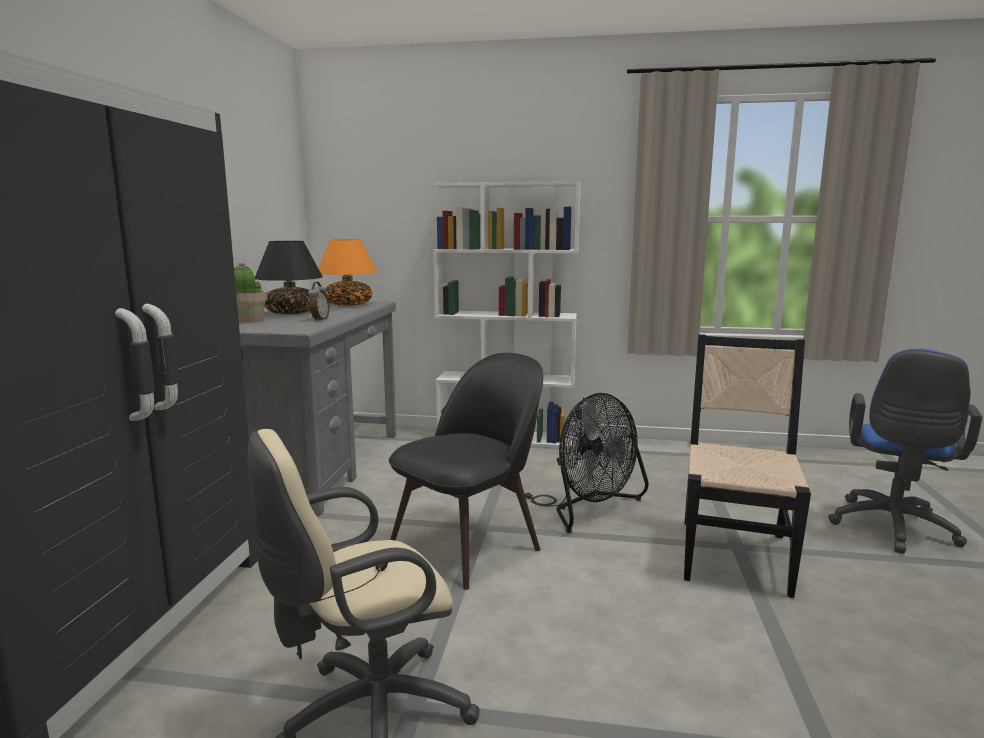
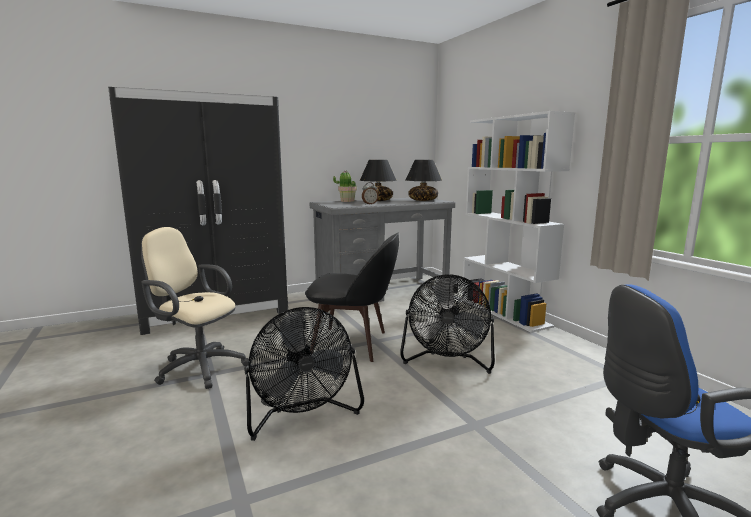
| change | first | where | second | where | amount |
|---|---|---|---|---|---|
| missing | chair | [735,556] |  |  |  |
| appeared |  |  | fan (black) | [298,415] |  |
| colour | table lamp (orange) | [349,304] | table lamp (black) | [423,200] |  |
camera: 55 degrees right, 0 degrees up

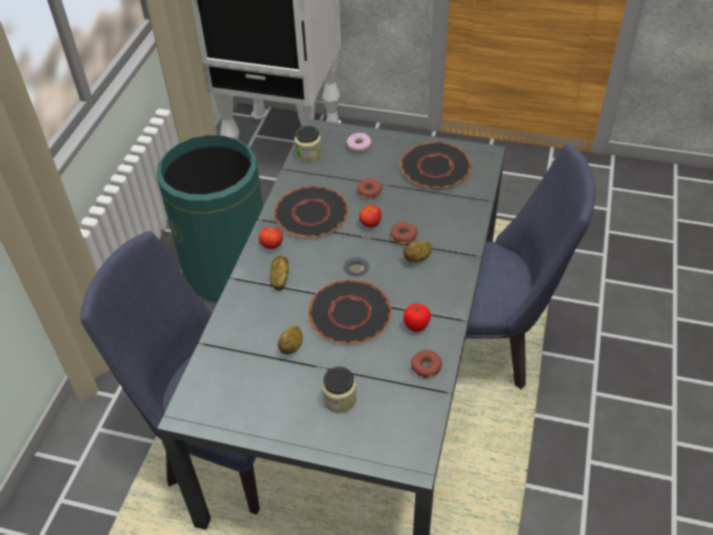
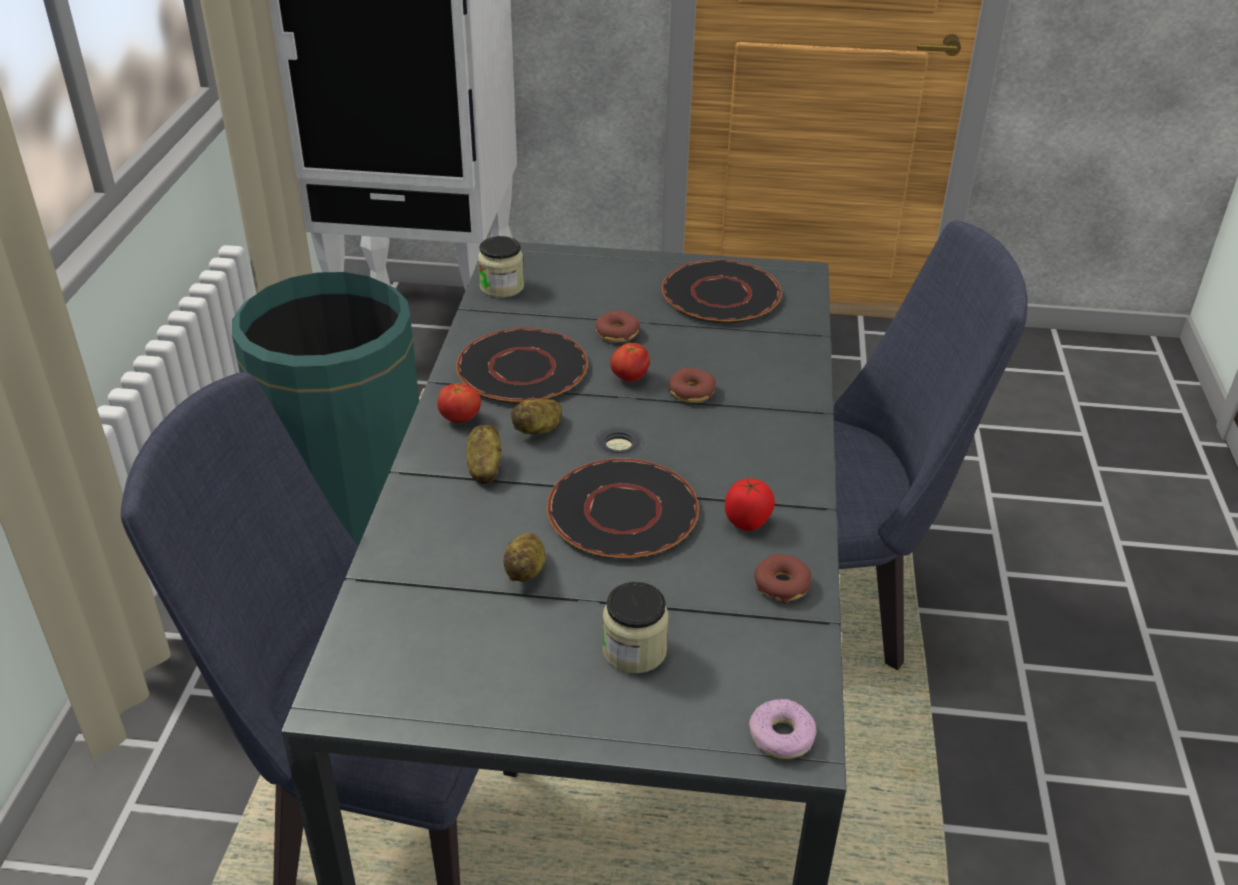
| change | first | where | second | where | amount |
|---|---|---|---|---|---|
| relocated | donut | [359,146] |  | [781,736] |  |
| relocated | potato | [418,258] |  | [538,429] |  |
camera: 10 degrees left, 10 degrees down

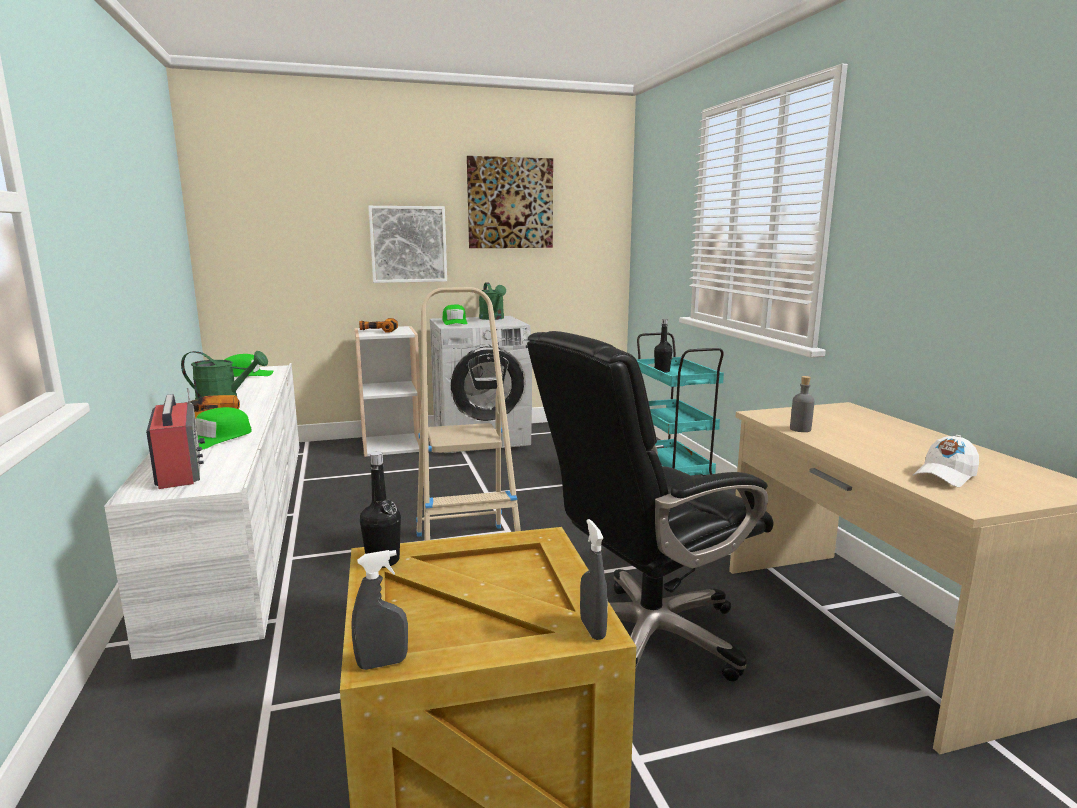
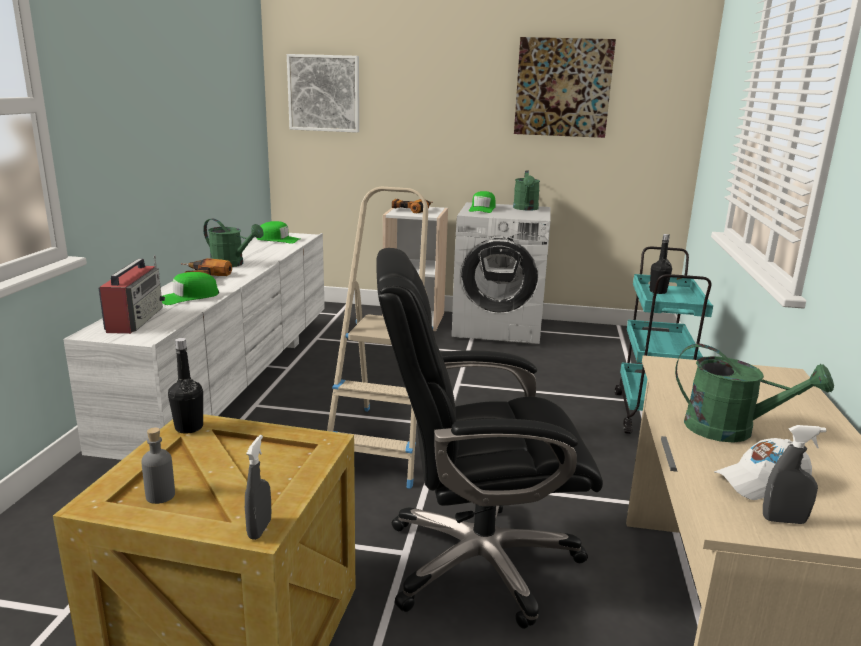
| change | first | where | second | where | amount |
|---|---|---|---|---|---|
| appeared |  |  | watering can (green) | [732,430] |  |
| relocated | spray bottle (grey) | [382,663] |  | [784,520] |  |
| relocated | picture | [408,244] |  | [324,93] |  |
| relocated | bottle (grey) | [800,429] |  | [160,495] |  |
camera: 25 degrees right, 5 degrees up

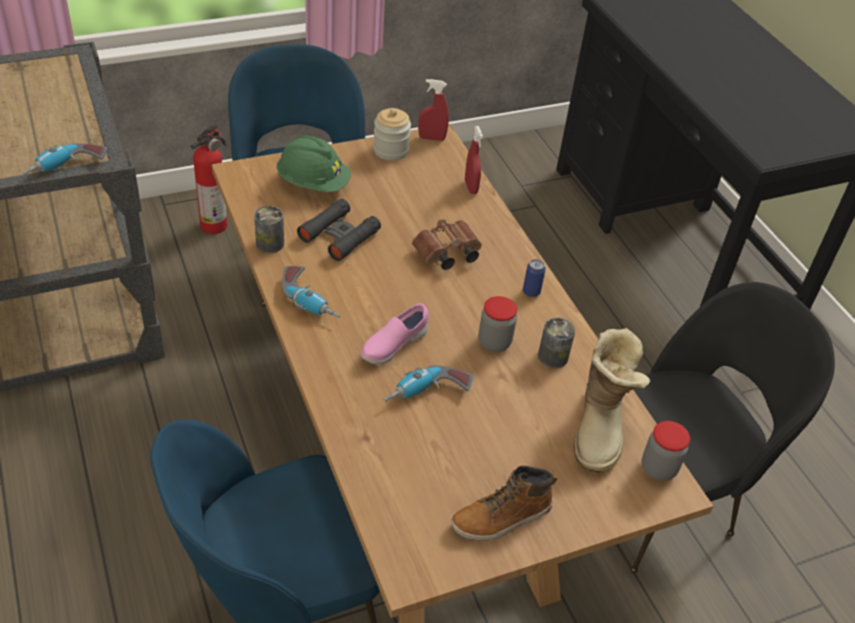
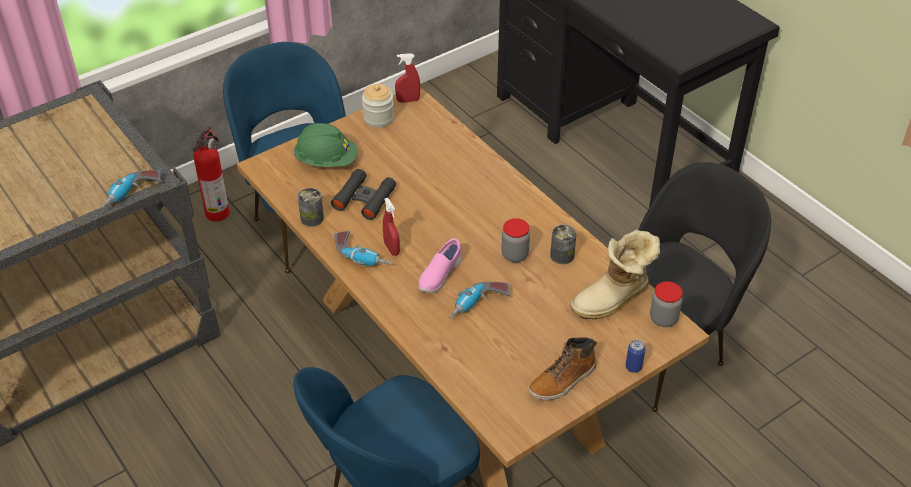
| change | first | where | second | where | amount |
|---|---|---|---|---|---|
| missing | binoculars (brown) | [446,255] |  |  |  |
| relocated | spray bottle (red) | [471,187] |  | [391,249] |  |
| relocated | can | [531,292] |  | [633,367] |  |
| spun | boot | [601,427] |  | [614,299] | 60 degrees clockwise |
camera: 10 degrees left, 0 degrees up

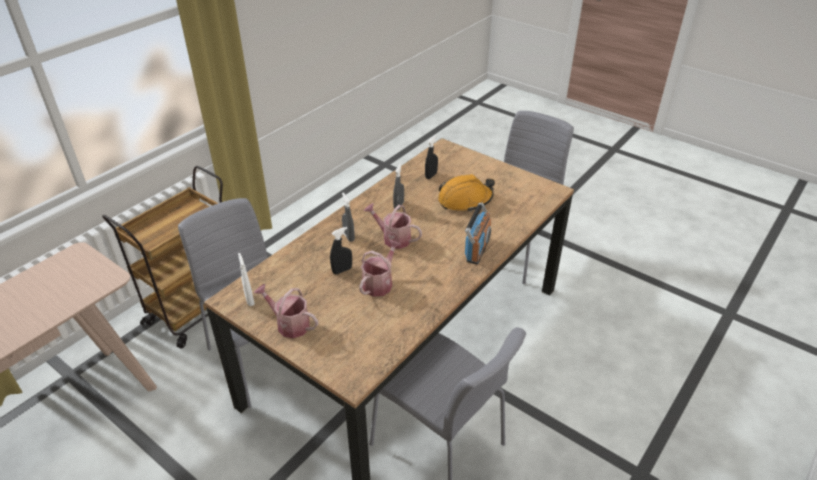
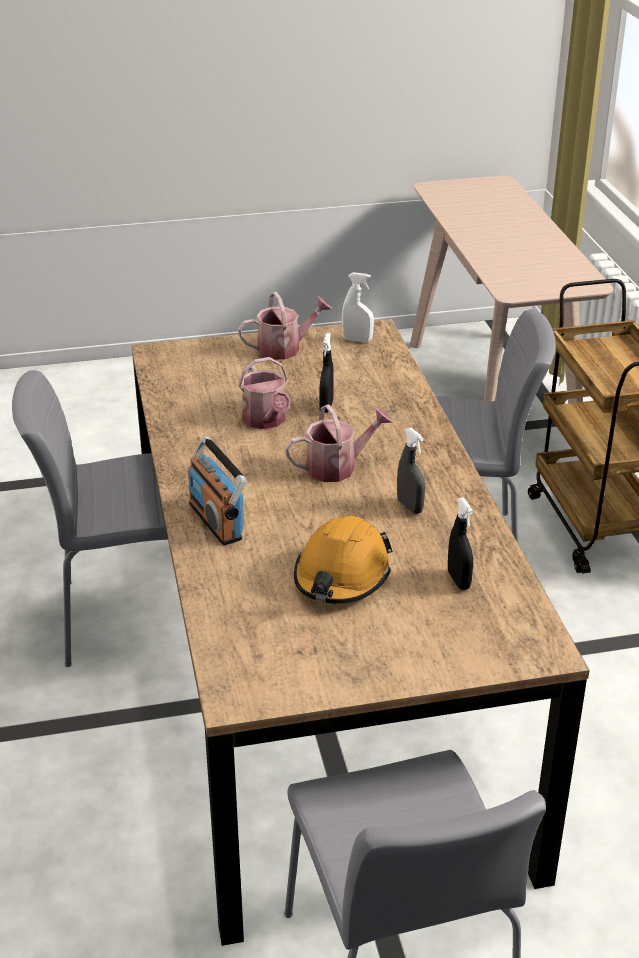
| change | first | where | second | where | amount |
|---|---|---|---|---|---|
| missing | spray bottle (grey) | [348,236] |  |  |  |
camera: 130 degrees right, 5 degrees down

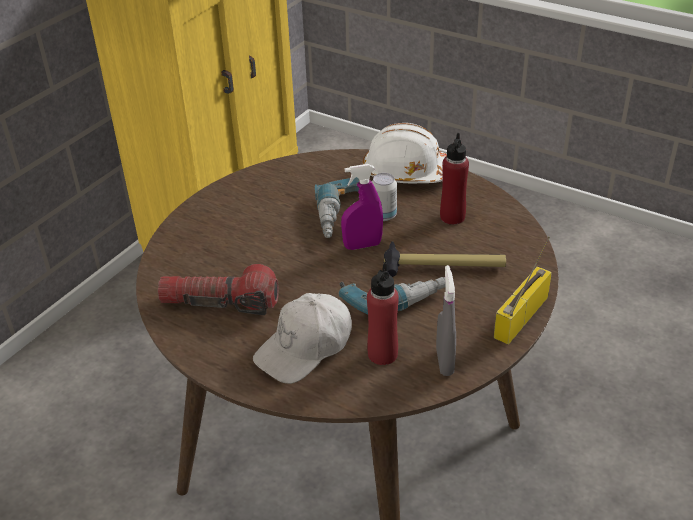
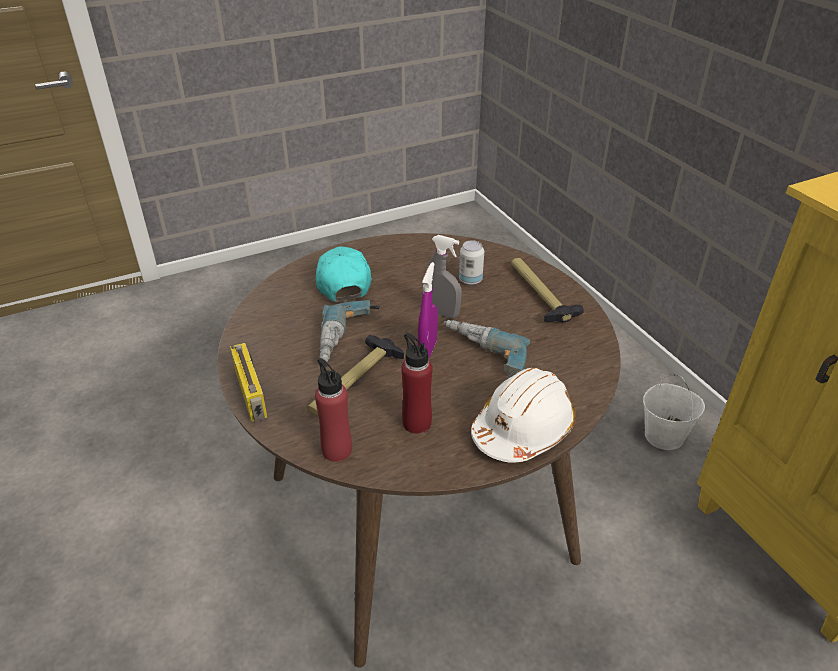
| change | first | where | second | where | amount |
|---|---|---|---|---|---|
| missing | flashlight | [220,303] |  |  |  |
| appeared |  |  | hammer | [538,294] |  |
| appeared |  |  | bucket (white) | [664,436] |  |
| relocated | bottle (red) | [382,354] |  | [336,450] |  |
| relocated | can | [383,215] |  | [470,280] |  |
| relocated | spray bottle (grey) | [444,362] |  | [442,313] |  |
| colour | cap (white) | [305,347] | cap (turquoise) | [342,282] |  |
camera: 120 degrees right, 0 degrees up

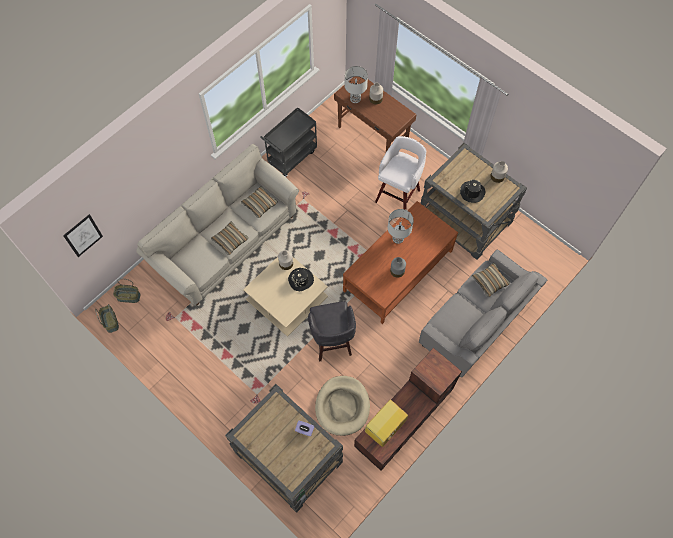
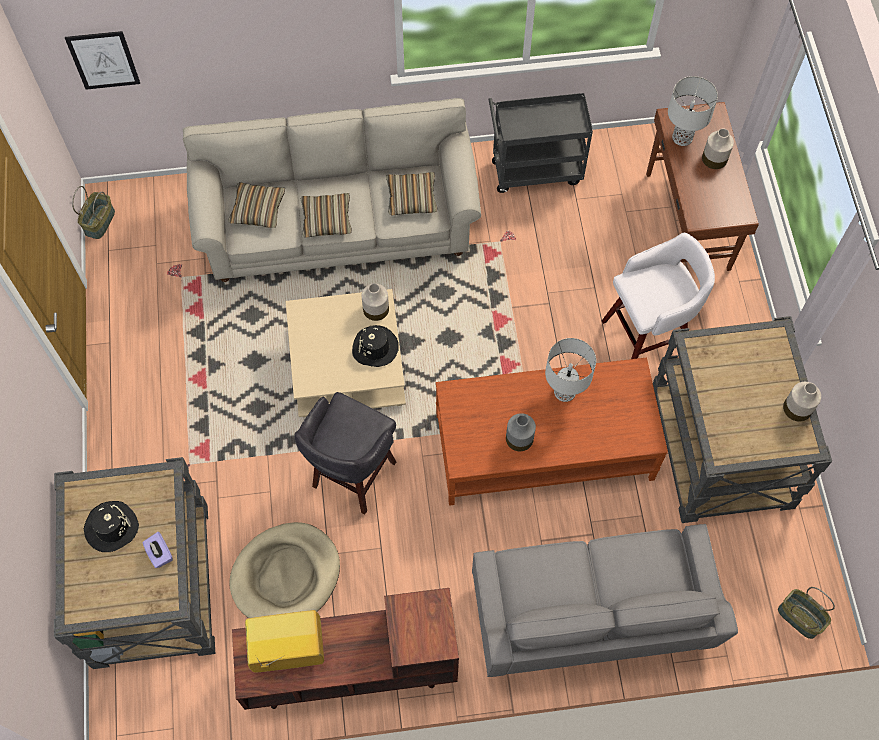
| change | first | where | second | where | amount |
|---|---|---|---|---|---|
| relocated | basket | [128,297] |  | [799,618] |  |
| relocated | hat (black) | [472,192] |  | [111,527] |  |
| relocated | pillow | [490,281] |  | [257,210] |  |
camera: 40 degrees right, 0 degrees up

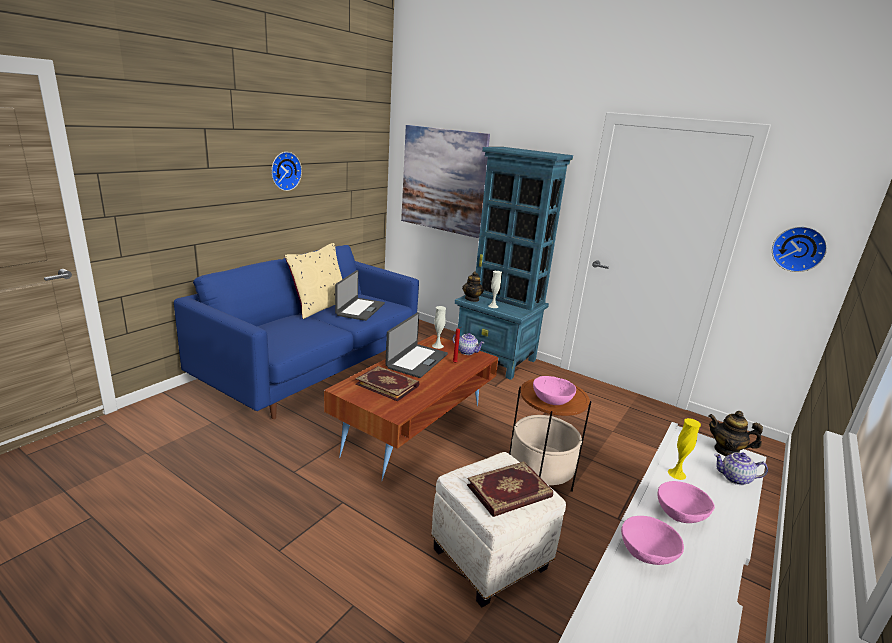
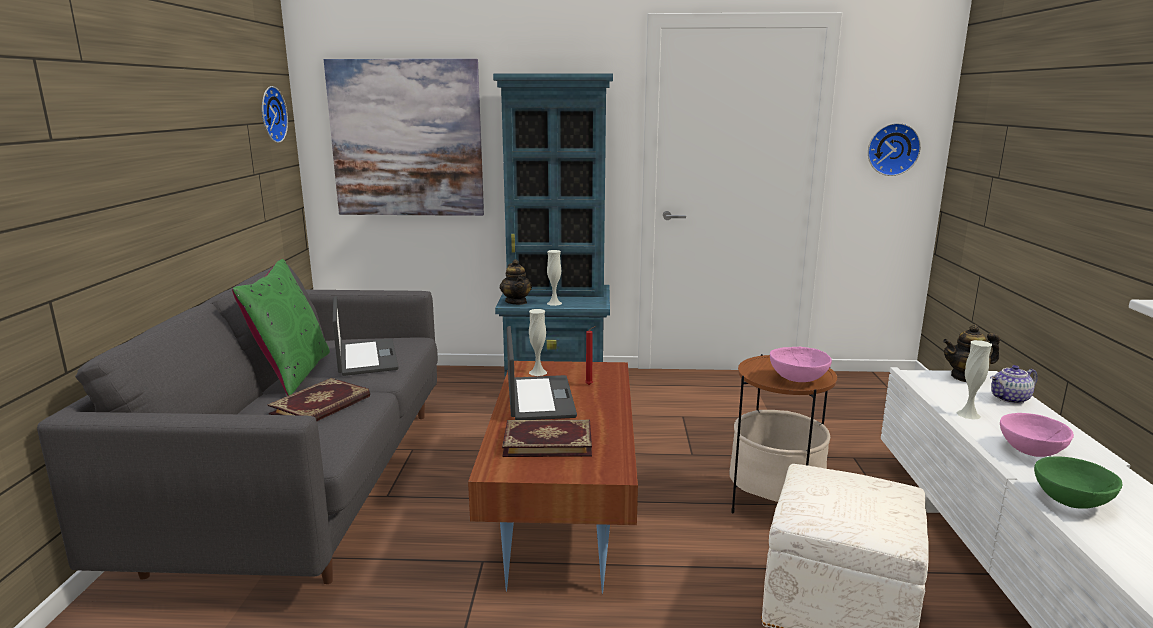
| change | first | where | second | where | amount |
|---|---|---|---|---|---|
| missing | teapot | [467,352] |  |  |  |
| relocated | wall clock | [284,171] |  | [270,114] |  |
| relocated | book | [510,492] |  | [322,405] |  |
| colour | sofa (blue) | [312,366] | sofa (grey) | [305,480] |  |
| colour | pillow (beige) | [319,307] | pillow (green) | [292,373] |  |
| colour | bowl (pink) | [647,554] | bowl (green) | [1071,501] |  |
| colour | vase (yellow) | [676,474] | vase (white) | [968,414] |  |
camera: 30 degrees left, 5 degrees down

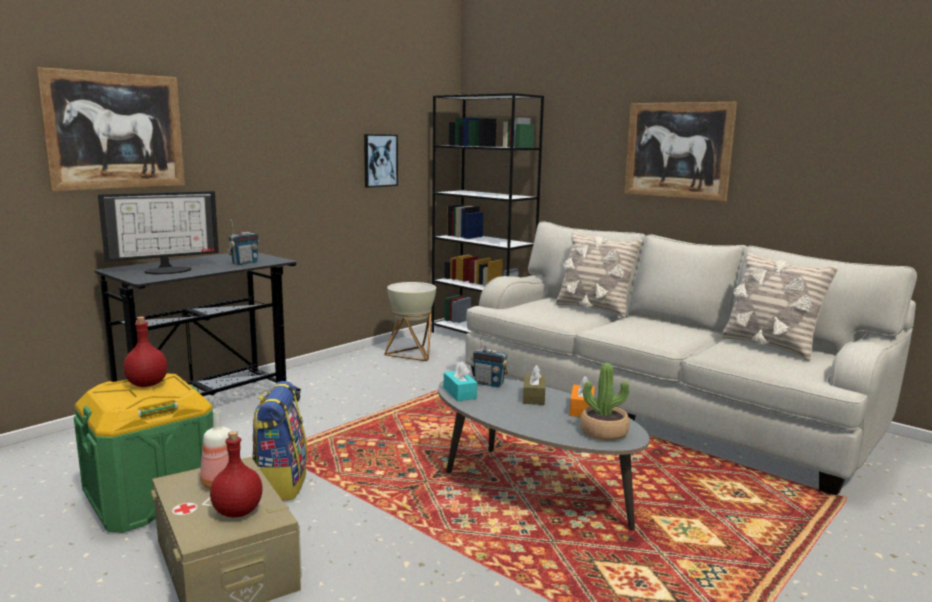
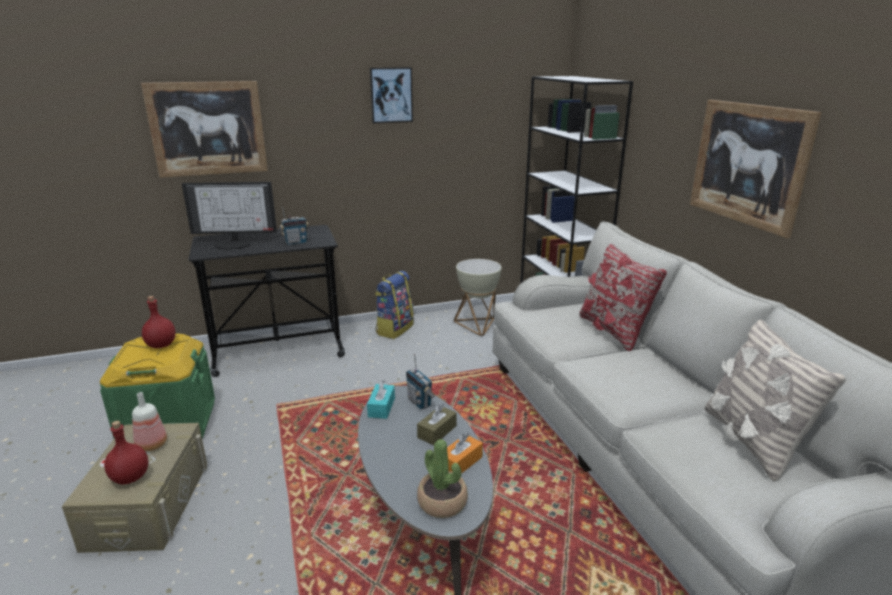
| change | first | where | second | where | amount |
|---|---|---|---|---|---|
| relocated | backpack | [280,484] |  | [394,329] |  |
| relocated | picture | [380,160] |  | [391,95] |  |
| colour | pillow (beige) | [594,309] | pillow (red) | [612,331] |  |
camera: 30 degrees right, 10 degrees up

